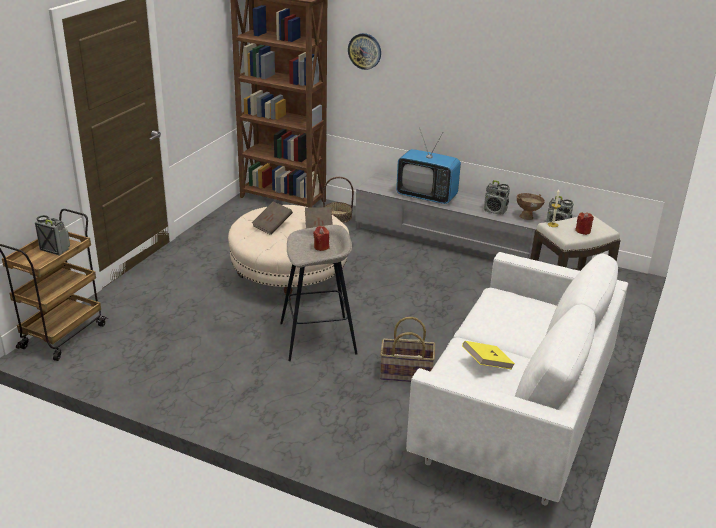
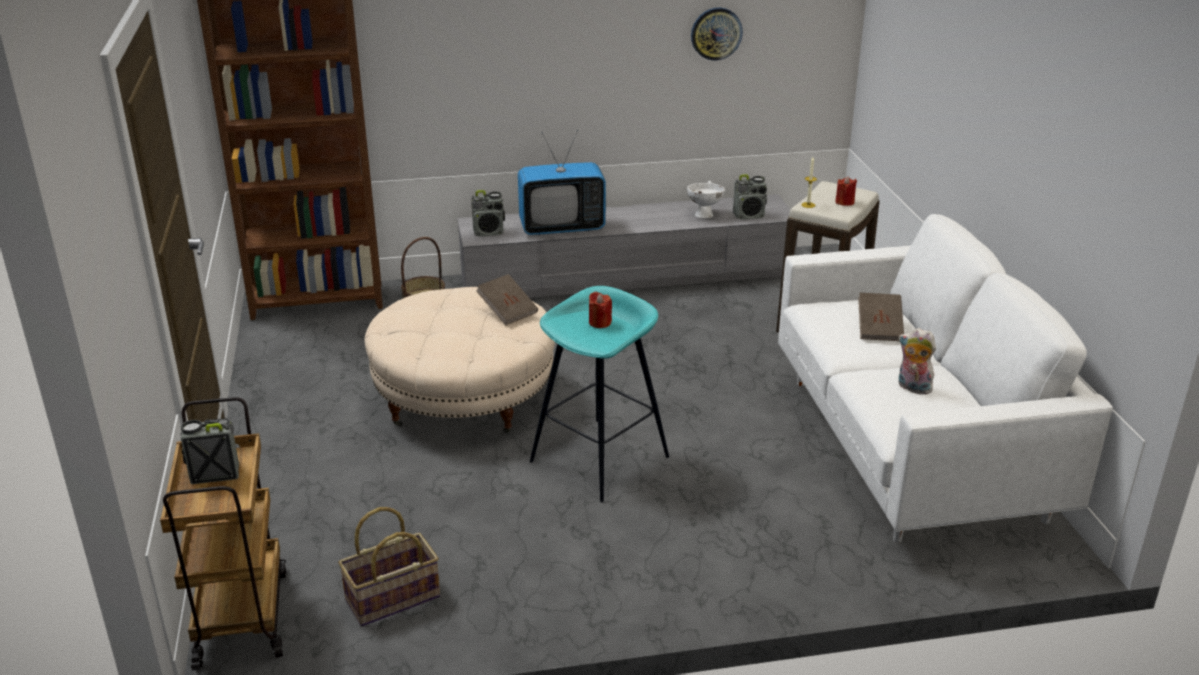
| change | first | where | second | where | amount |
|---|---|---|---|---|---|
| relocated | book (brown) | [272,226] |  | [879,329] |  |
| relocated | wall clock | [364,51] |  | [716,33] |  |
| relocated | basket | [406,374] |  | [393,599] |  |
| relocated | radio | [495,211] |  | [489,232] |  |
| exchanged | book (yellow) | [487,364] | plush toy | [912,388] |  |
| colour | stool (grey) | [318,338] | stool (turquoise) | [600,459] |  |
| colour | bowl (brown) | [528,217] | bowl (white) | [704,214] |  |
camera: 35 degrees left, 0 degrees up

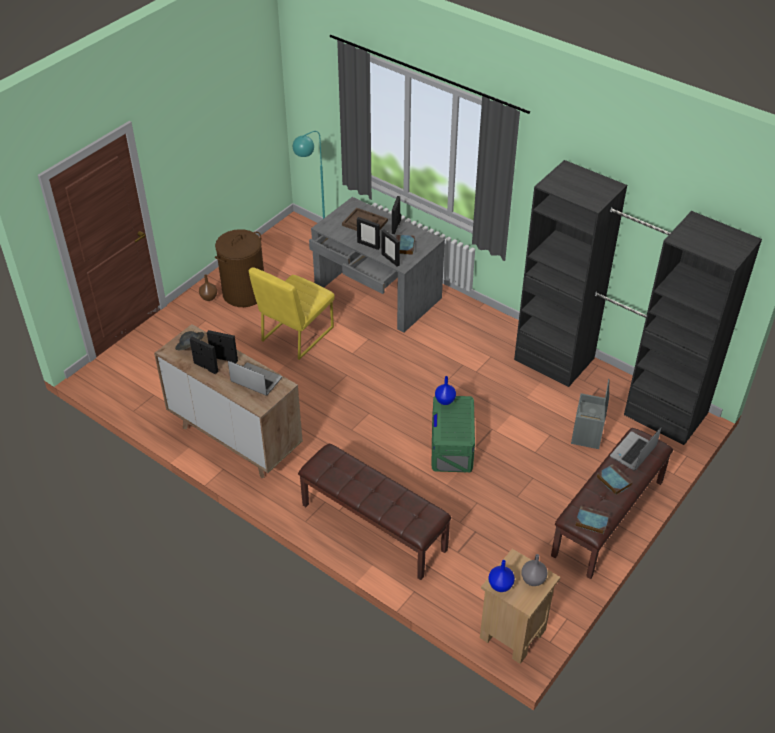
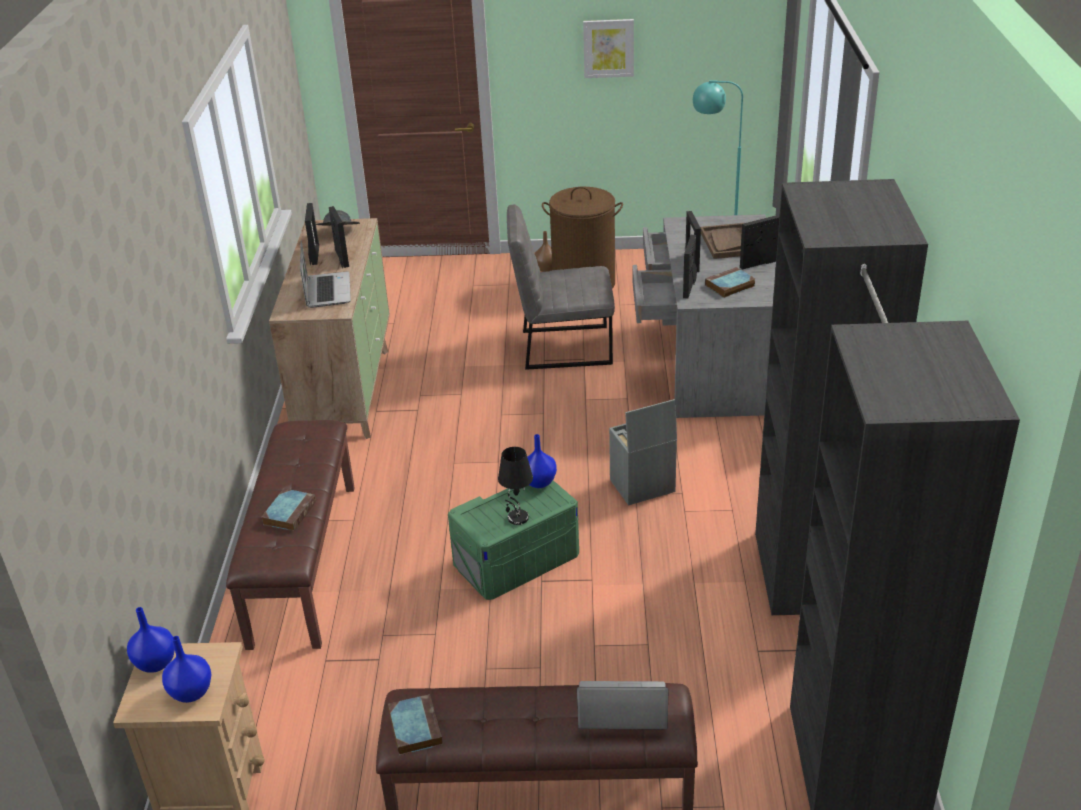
| change | first | where | second | where | amount |
|---|---|---|---|---|---|
| appeared |  |  | table lamp (black) | [517,518] |  |
| appeared |  |  | picture | [608,48] |  |
| relocated | storage box (grey) | [587,435] |  | [641,486] |  |
| relocated | book | [613,481] |  | [290,512] |  |
| colour | chair (yellow) | [296,335] | chair (grey) | [563,347] |  |
| colour | vase (grey) | [533,579] | vase (blue) | [192,693] |  |
camera: 55 degrees right, 10 degrees down

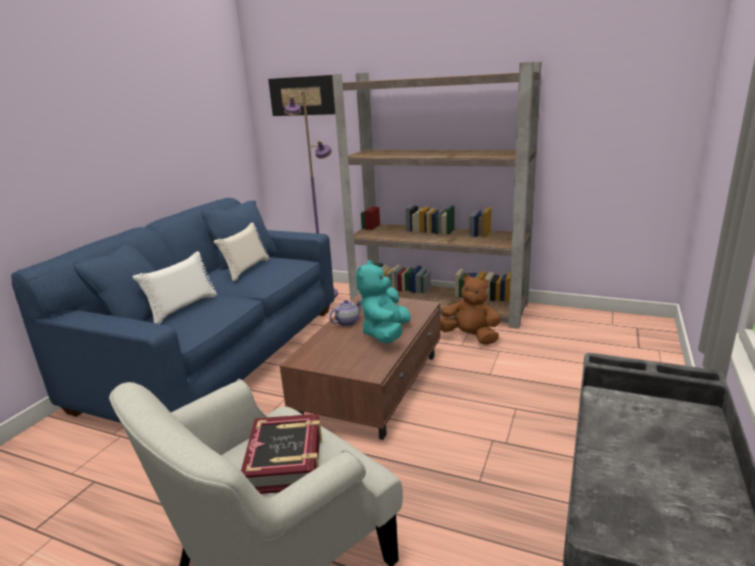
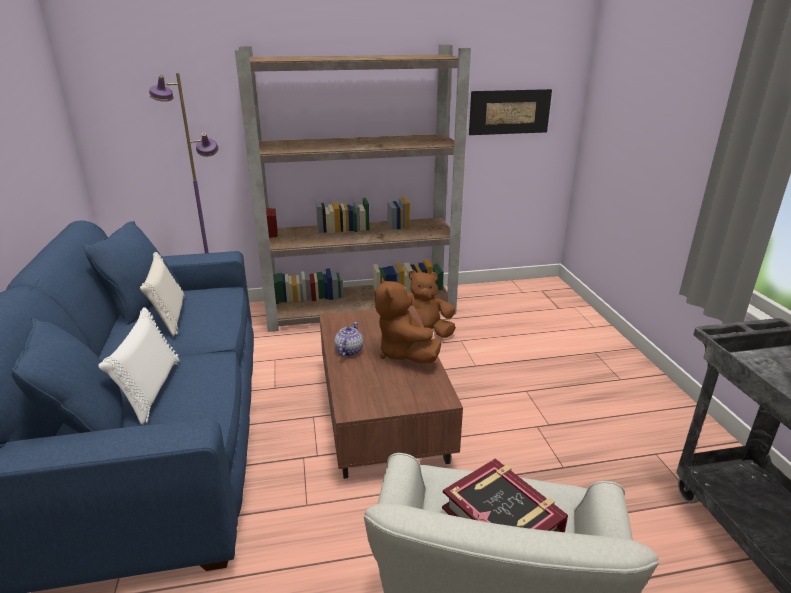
| change | first | where | second | where | amount |
|---|---|---|---|---|---|
| relocated | picture | [301,96] |  | [509,112] |  |
| colour | plush toy (turquoise) | [386,334] | plush toy (brown) | [404,353] |  |
camera: 35 degrees left, 5 degrees up

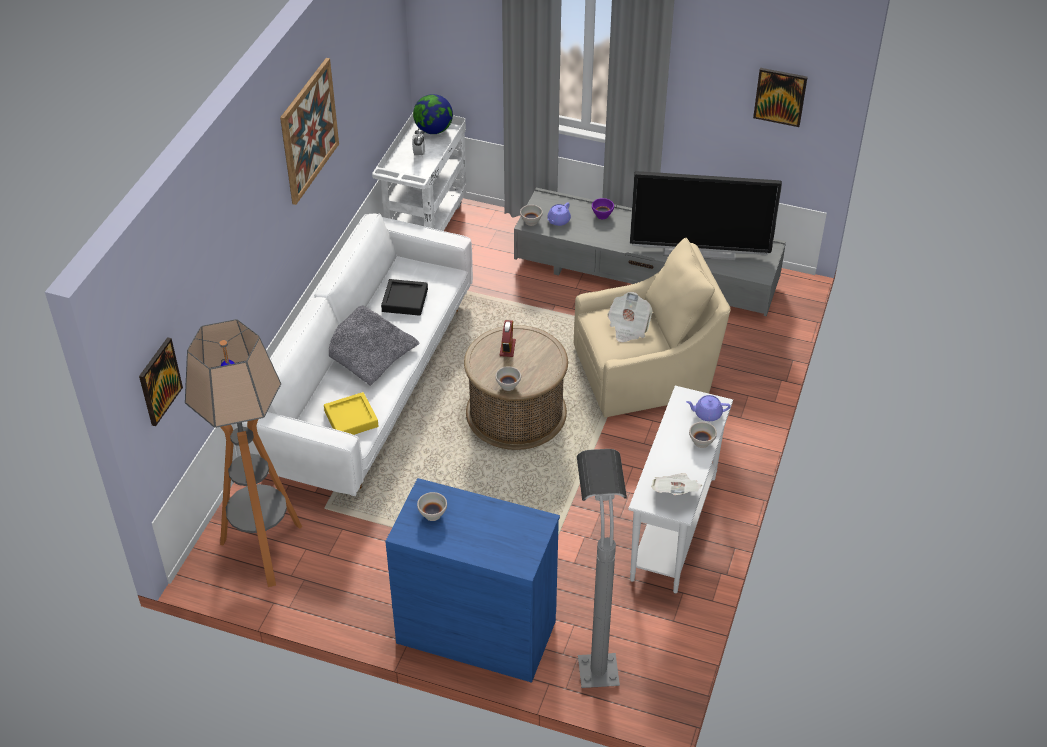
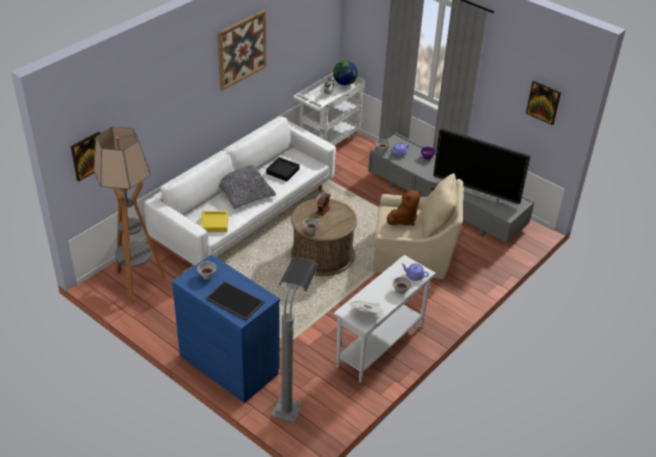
| change | first | where | second | where | amount |
|---|---|---|---|---|---|
| appeared |  |  | tray | [234,301] |  |
| exchanged | newspaper | [628,327] | plush toy (brown) | [403,220] |  |
camera: 20 degrees right, 5 degrees down

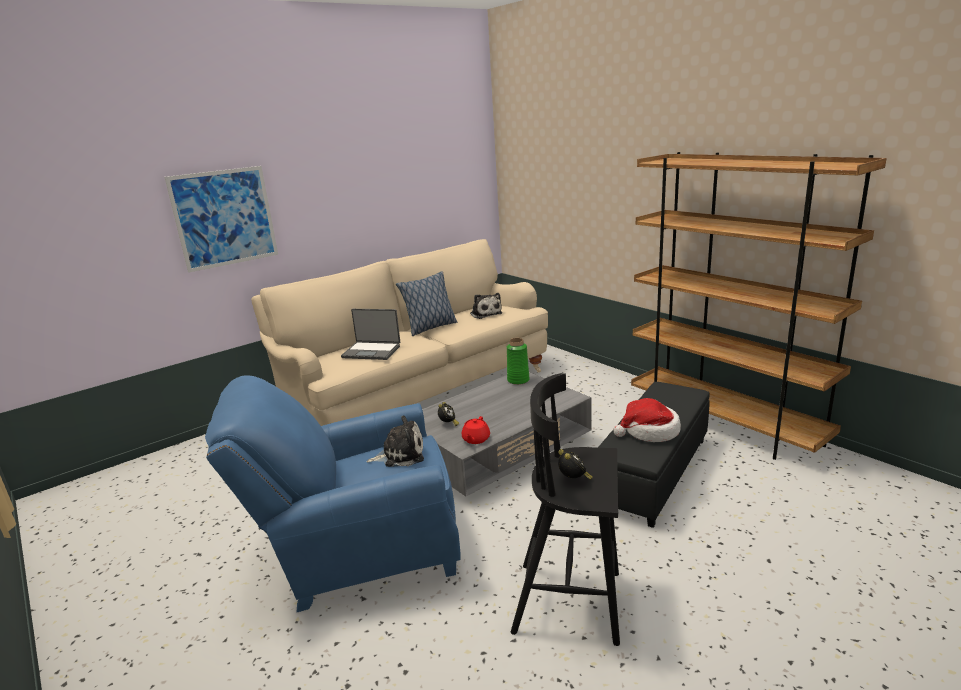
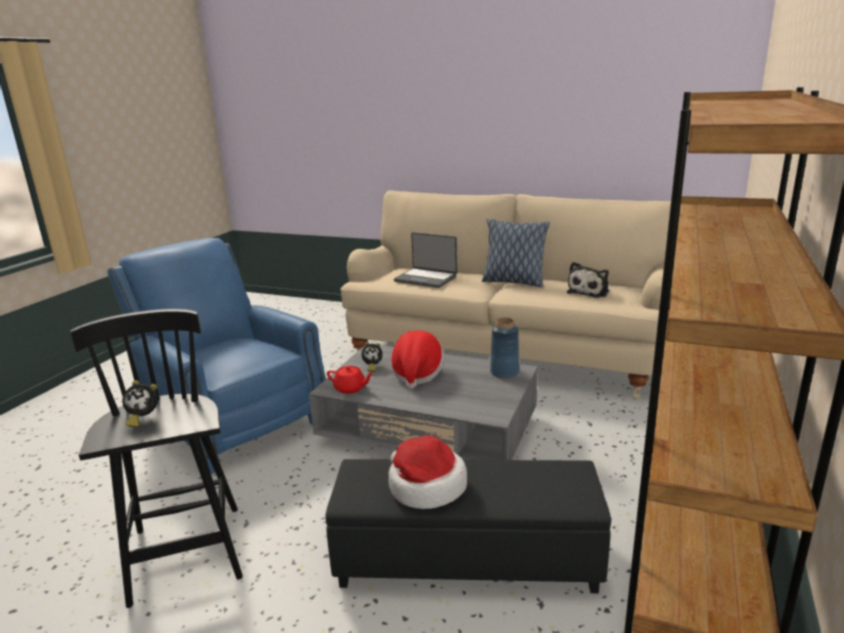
| change | first | where | second | where | amount |
|---|---|---|---|---|---|
| missing | picture | [224,218] |  |  |  |
| missing | plush toy | [400,454] |  |  |  |
| appeared |  |  | hat | [417,374] |  |
| colour | vase (green) | [518,380] | vase (blue) | [504,372] |  |
| spun | laptop | [372,351] |  | [426,279] | 45 degrees counterclockwise |
| spun | teapot (red) | [475,439] |  | [350,388] | 150 degrees counterclockwise |
| spun | alarm clock | [574,480] |  | [143,419] | 45 degrees clockwise |
camera: 60 degrees right, 0 degrees up

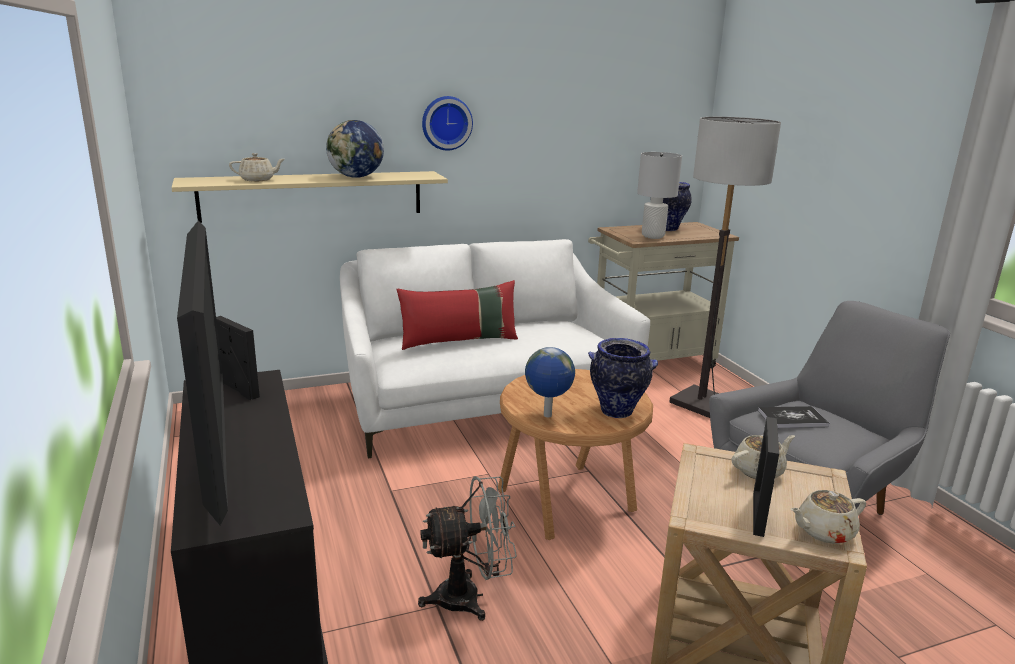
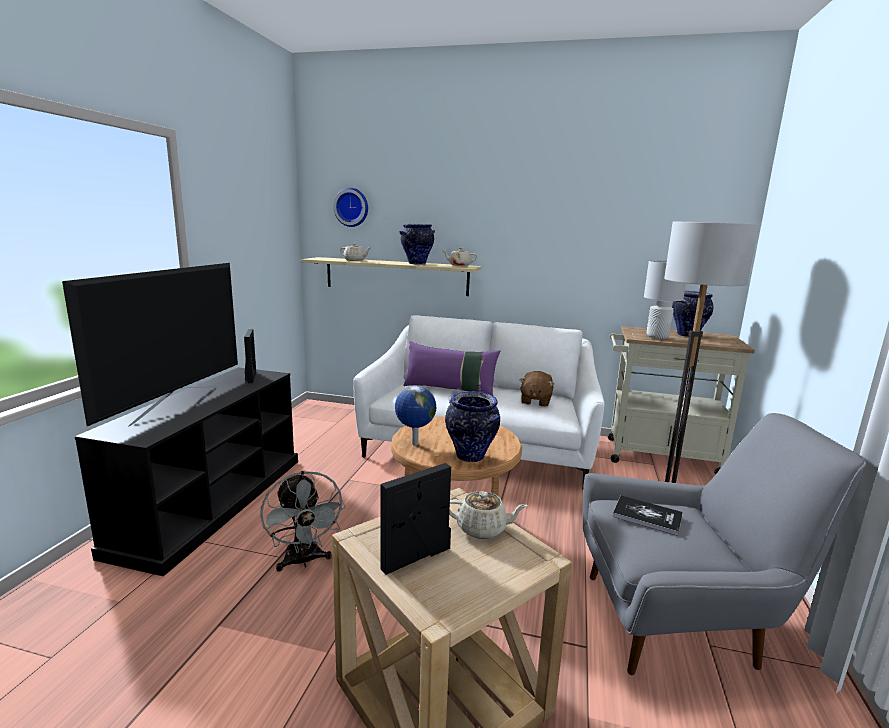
| change | first | where | second | where | amount |
|---|---|---|---|---|---|
| appeared |  |  | plush toy (brown) | [535,401] |  |
| relocated | wall clock | [446,123] |  | [352,207] |  |
| relocated | teapot (beige) | [823,532] |  | [459,265] |  |
| exchanged | globe | [356,177] | vase | [416,264] |  |
| colour | pillow (red) | [459,341] | pillow (purple) | [450,389] |  |
| spun | fan (grey) | [470,597] |  | [303,561] | 45 degrees clockwise |
camera: 35 degrees right, 5 degrees down

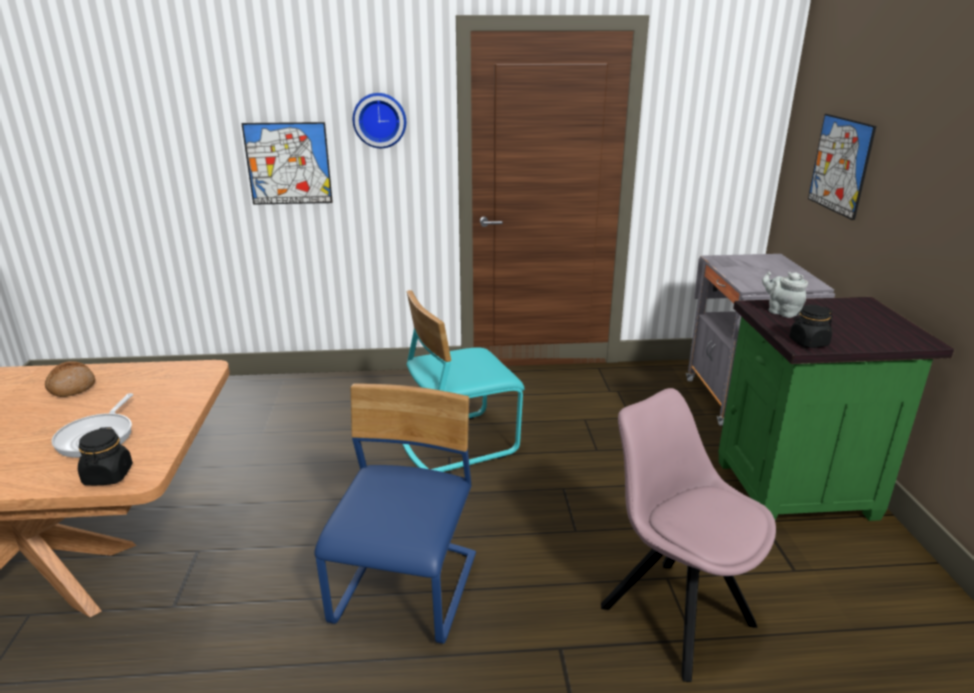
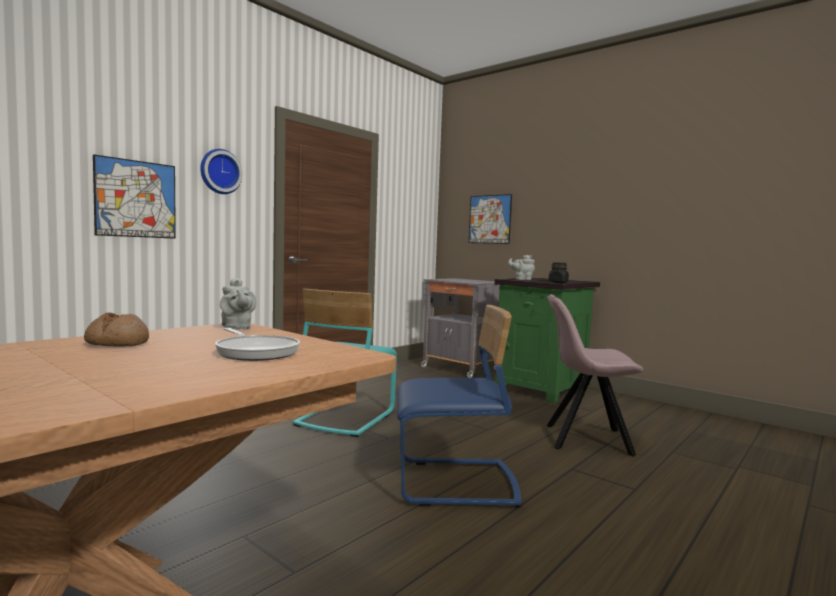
| change | first | where | second | where | amount |
|---|---|---|---|---|---|
| missing | jar (black) | [108,476] |  |  |  |
| appeared |  |  | teapot (grey) | [236,327] |  |
| spun | chair (blue) | [408,591] |  | [455,483] | 120 degrees clockwise |
camera: 45 degrees left, 20 degrees down

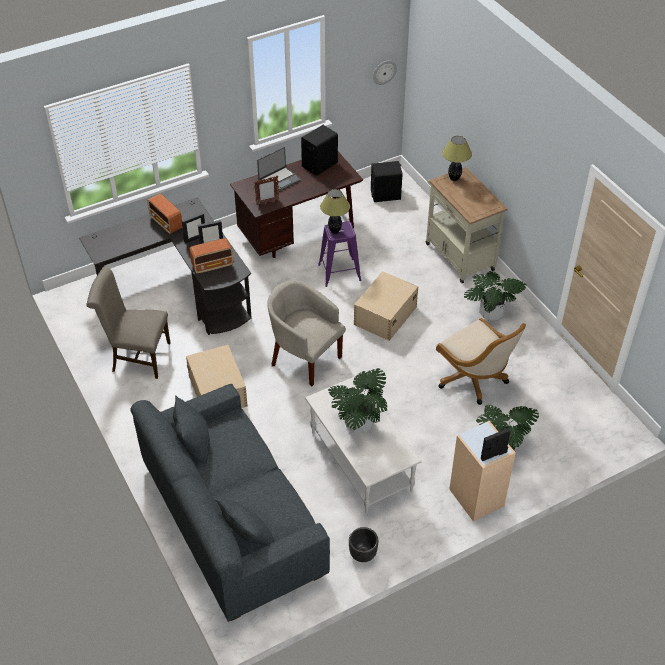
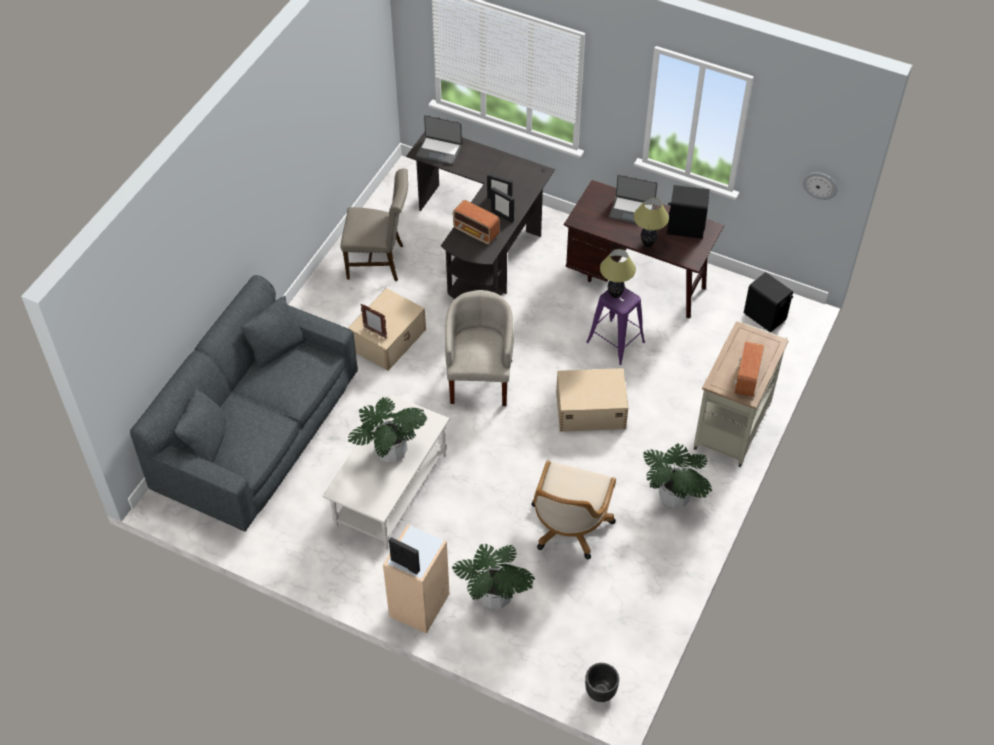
| change | first | where | second | where | amount |
|---|---|---|---|---|---|
| appeared |  |  | laptop | [439,150] |  |
| relocated | radio | [166,223] |  | [746,379] |  |
| relocated | picture frame | [267,202] |  | [375,332] |  |
| relocated | planter (black) | [362,554] |  | [600,691] |  |
| relocated | table lamp | [454,178] |  | [648,243] |  |
| spun | chair (beige) | [137,357] |  | [379,261] | 120 degrees clockwise |
camera: 55 degrees right, 5 degrees up

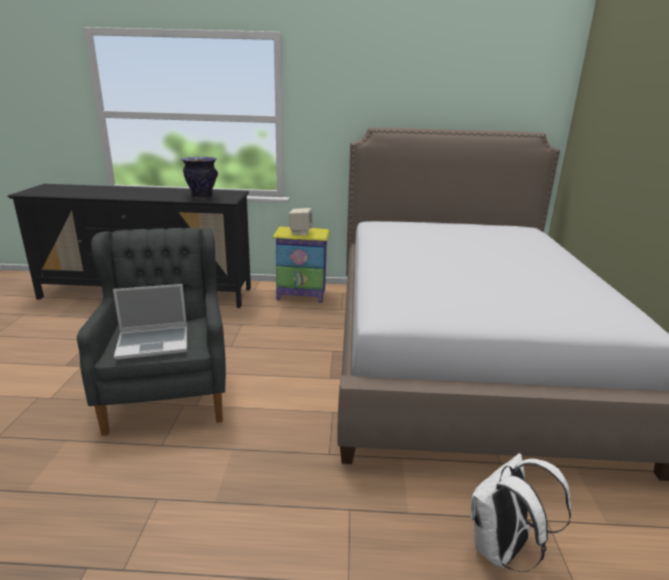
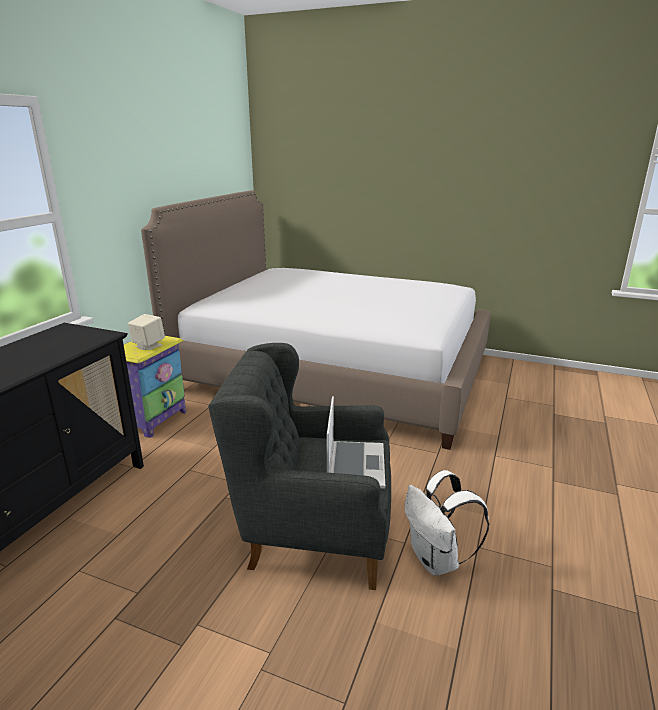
| change | first | where | second | where | amount |
|---|---|---|---|---|---|
| missing | vase | [202,197] |  |  |  |
| relocated | backpack (white) | [502,550] |  | [437,560] |  |
camera: 70 degrees left, 0 degrees up

